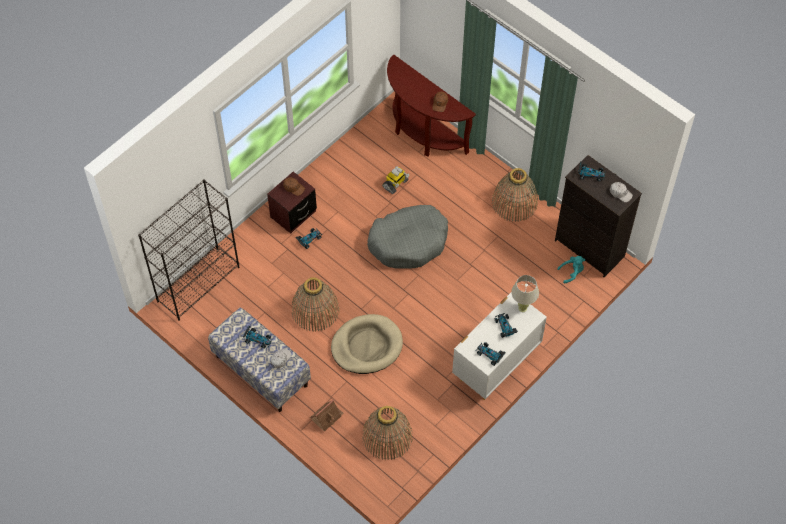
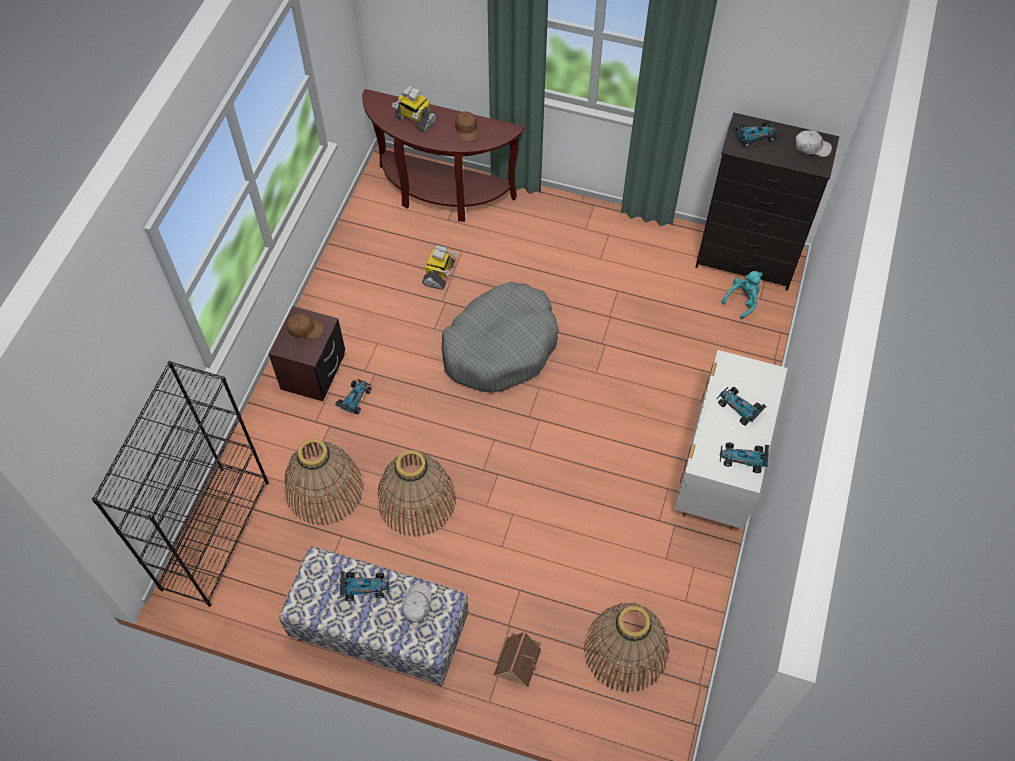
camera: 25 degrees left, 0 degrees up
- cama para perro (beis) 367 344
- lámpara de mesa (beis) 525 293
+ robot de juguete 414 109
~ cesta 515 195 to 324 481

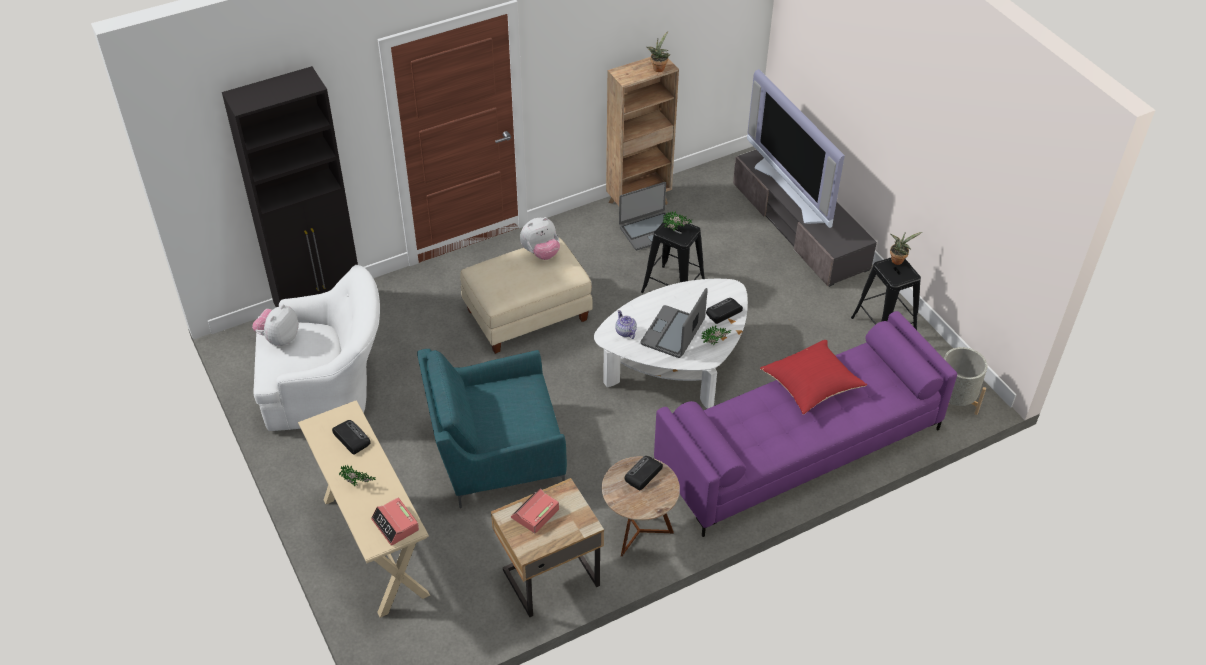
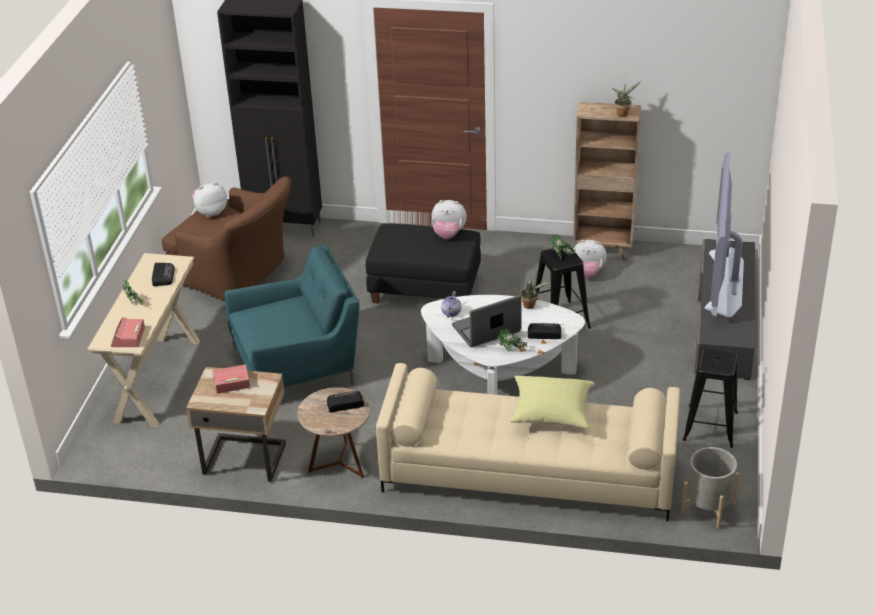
camera: 40 degrees right, 10 degrees down
~ planta en maceta 906 248 to 534 292
~ portátil 650 216 to peluche 590 259
~ sillón (blanco) 316 348 to sillón (marrón) 226 238
~ puf (beis) 526 295 to puf (negro) 423 263
~ sofá (morado) 805 424 to sofá (beis) 528 442
~ cojín (rojo) 813 377 to cojín (amarillo) 552 402
~ sillón (turquesa) 492 428 = 292 316 135 degrees clockwise

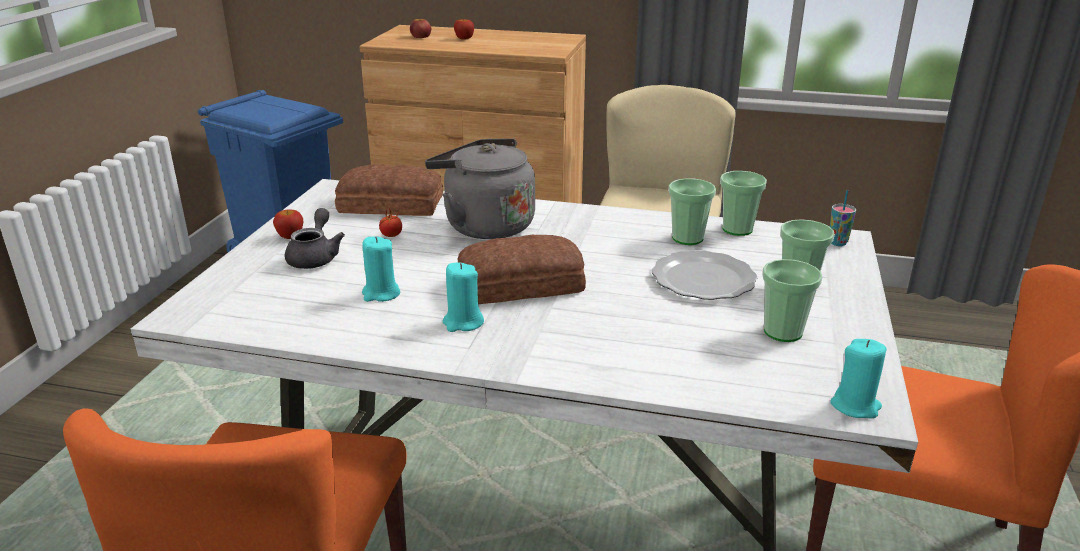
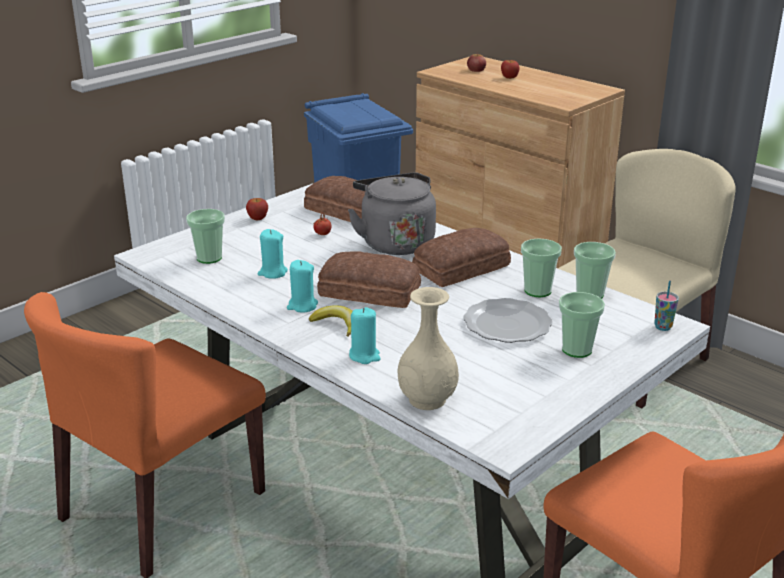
camera: 30 degrees right, 0 degrees up
- tetera (gris) 315 238
+ plátano 330 320
+ florero (beis) 428 348
+ pan 461 257
~ taza 792 300 to 205 236
~ vela (turquesa) 858 379 to 364 335

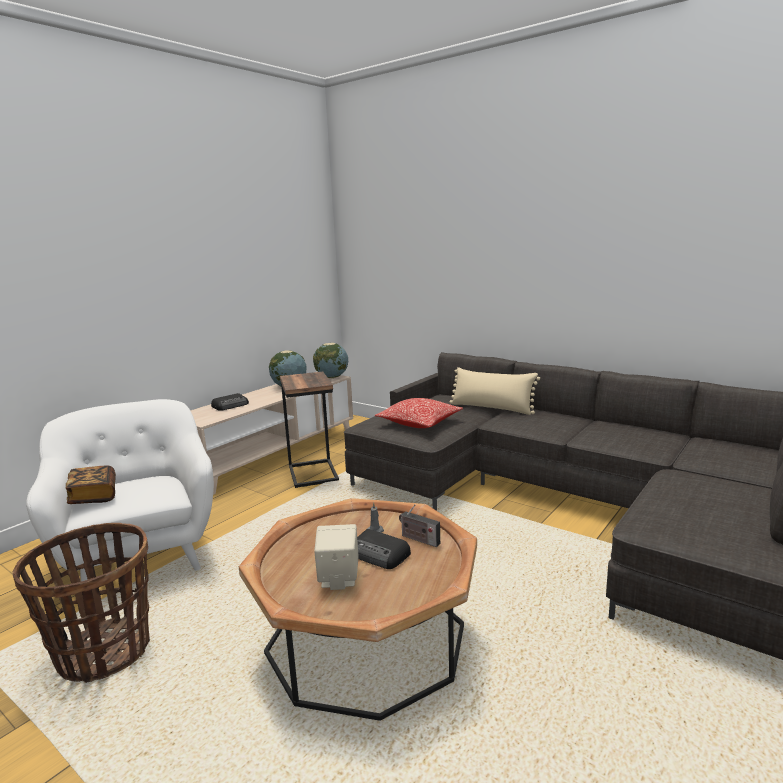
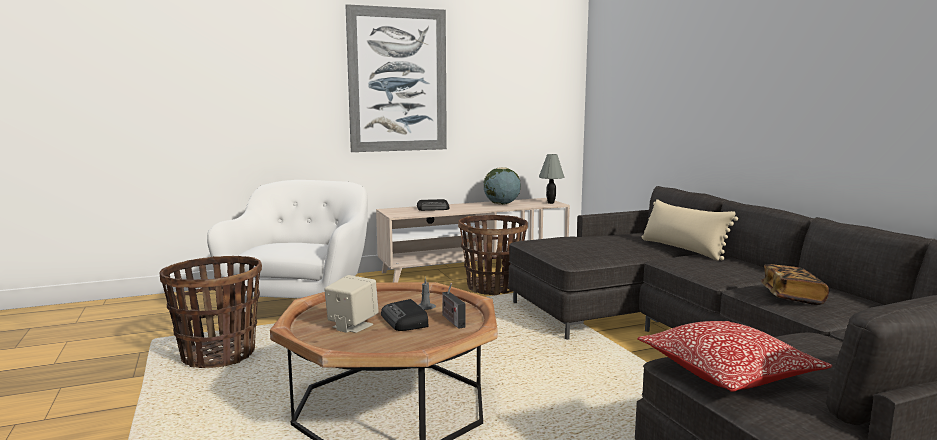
camera: 30 degrees right, 5 degrees down
+ cuadro 396 78
~ libro 90 485 to 795 284
~ cojín 419 413 to 734 356
~ mesa auxiliar 309 430 to cesta 493 255
~ globo terráqueo 330 360 to lámpara de mesa (gris) 552 179

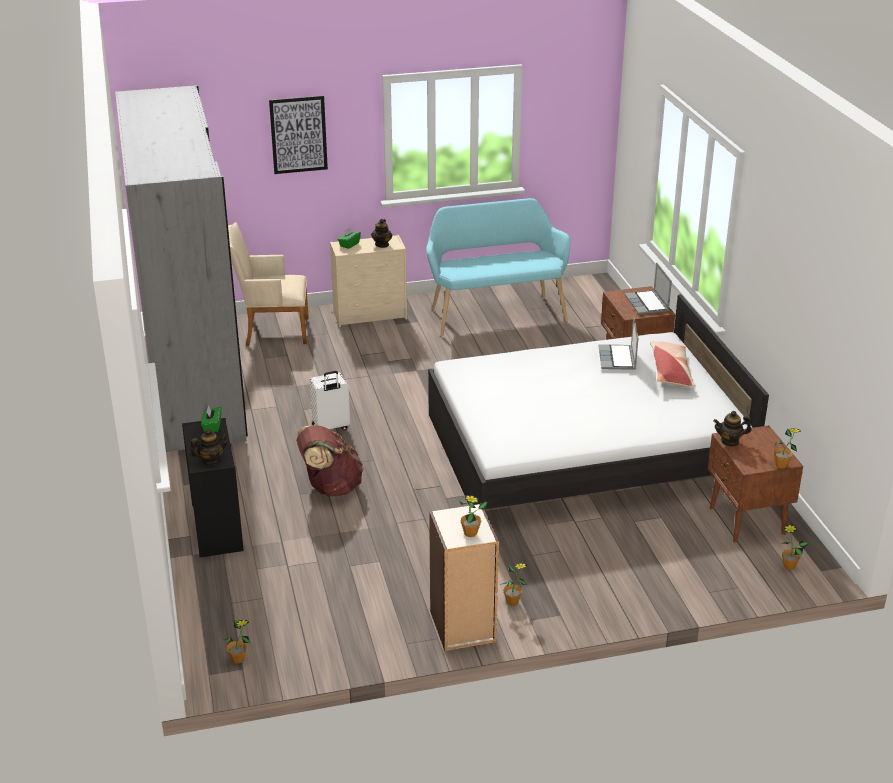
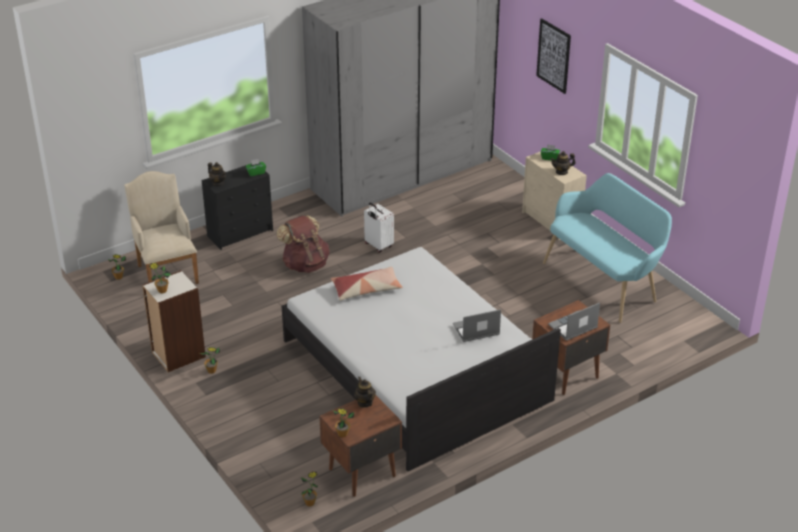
camera: 70 degrees right, 5 degrees up
~ sillón (beis) 268 284 to 161 227
~ cojín 673 364 to 367 284

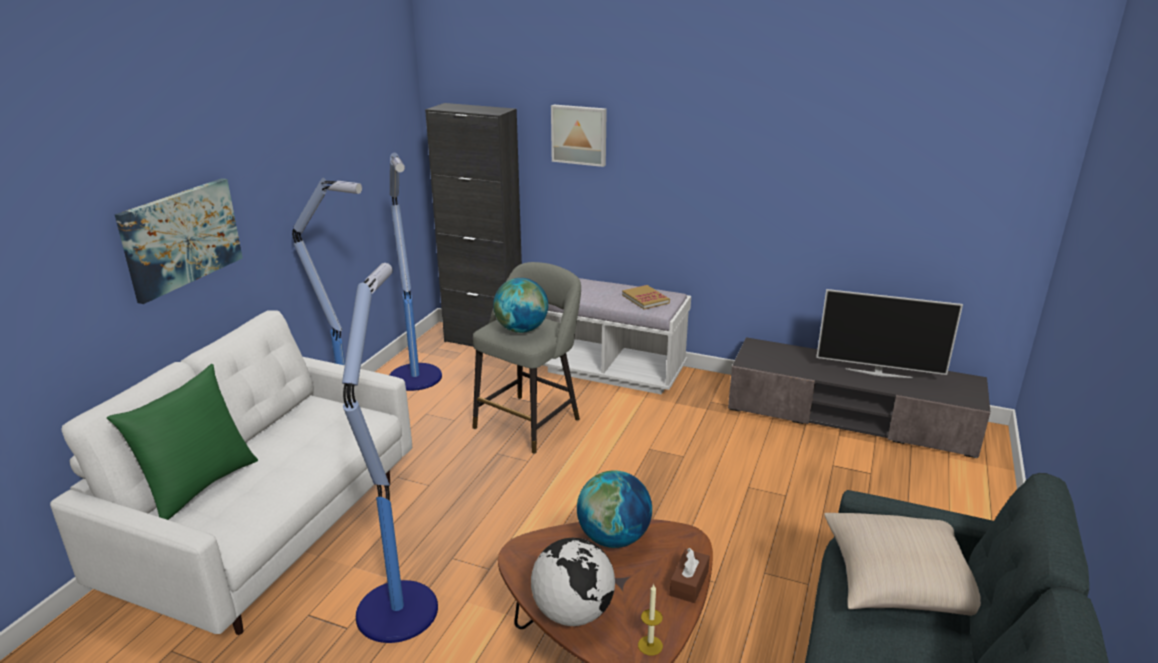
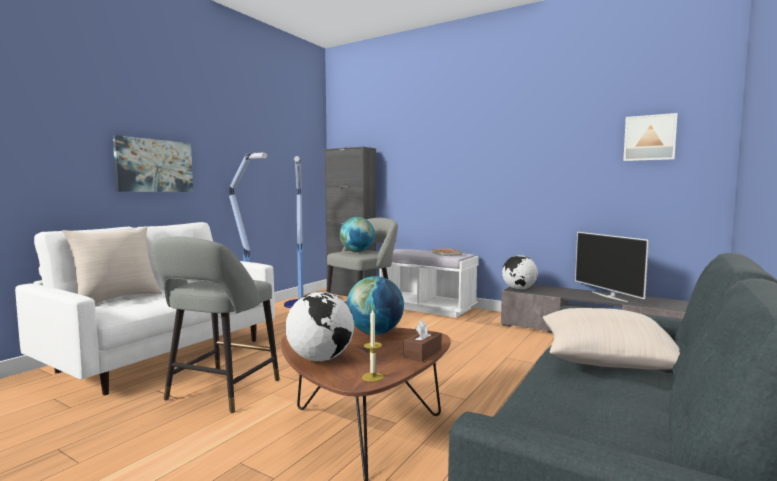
camera: 10 degrees right, 20 degrees down
+ globo terráqueo 520 272
~ cuadro 579 136 to 650 137
~ lámpara de pie 390 453 to taburete (gris) 216 325
~ cojín (verde) 182 442 to cojín (beis) 112 264
~ televisor 889 333 = 612 267 45 degrees clockwise

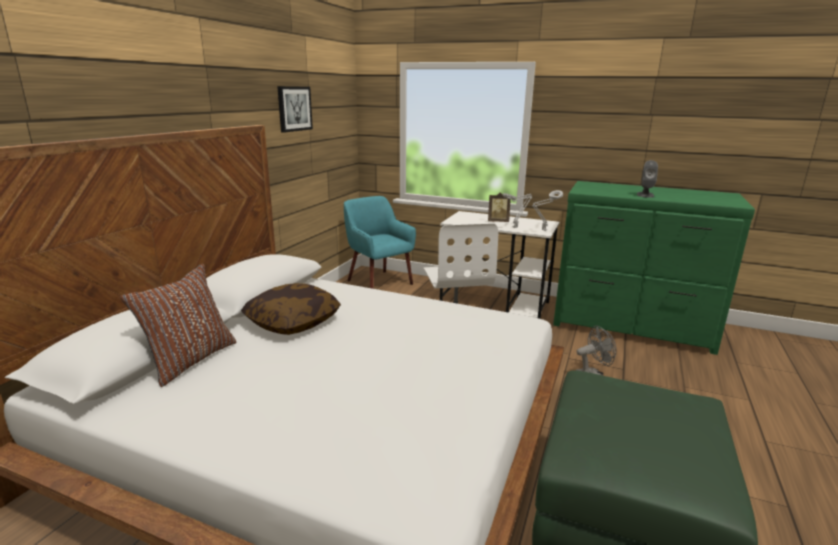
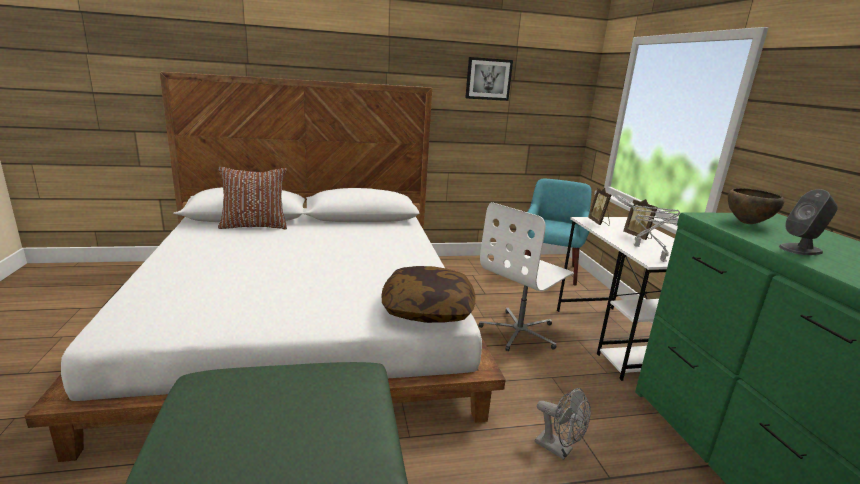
camera: 55 degrees right, 0 degrees up
+ portarretratos 599 206
+ cuenco (marrón) 756 206
~ cojín 291 309 to 428 294

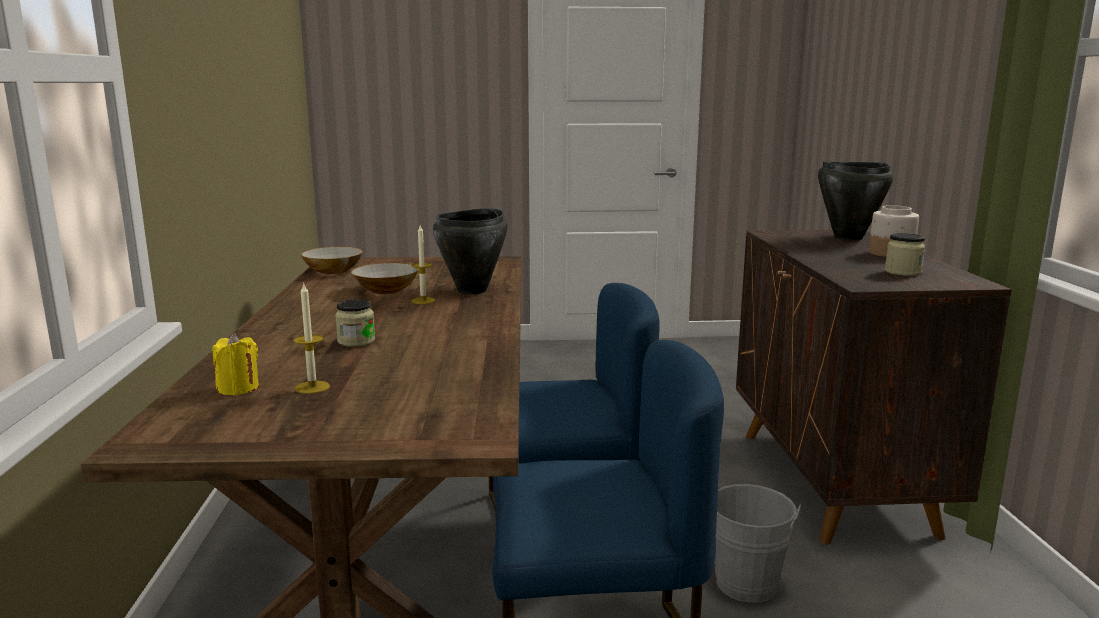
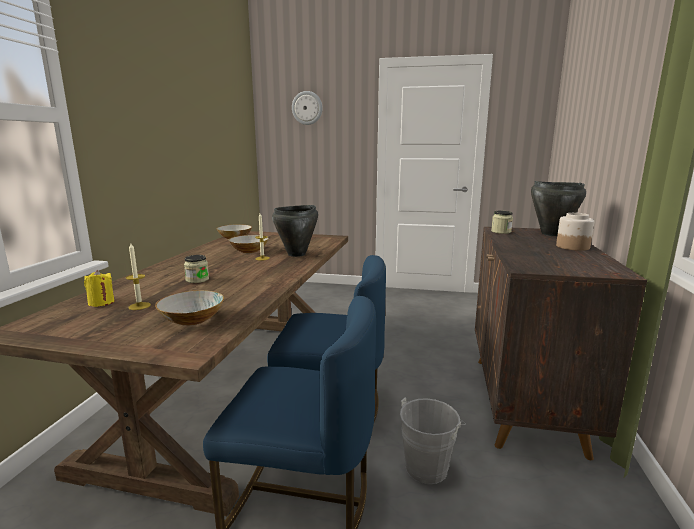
camera: 15 degrees right, 0 degrees up
+ cuenco 189 308
+ reloj de pared 307 108
~ tarro 905 254 to 502 222

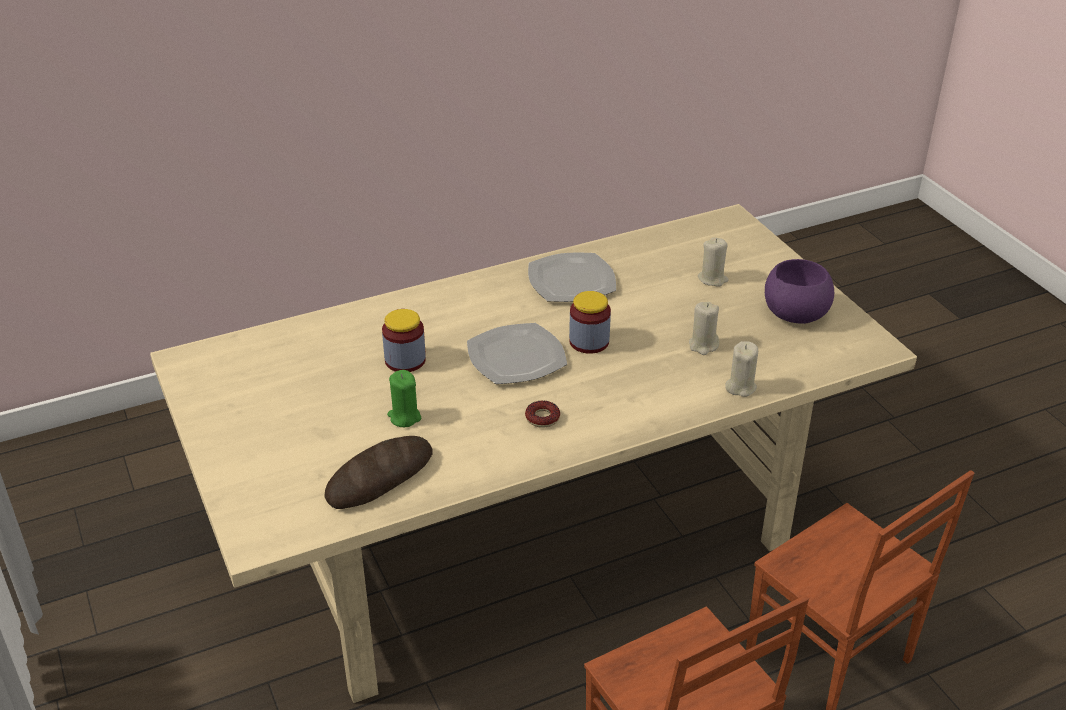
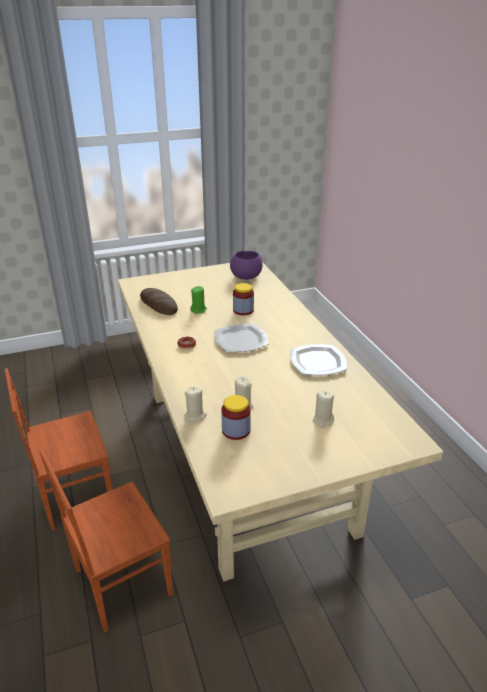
camera: 95 degrees right, 5 degrees down
~ tarro 590 322 to 236 417
~ cuenco (morado) 799 291 to 246 265

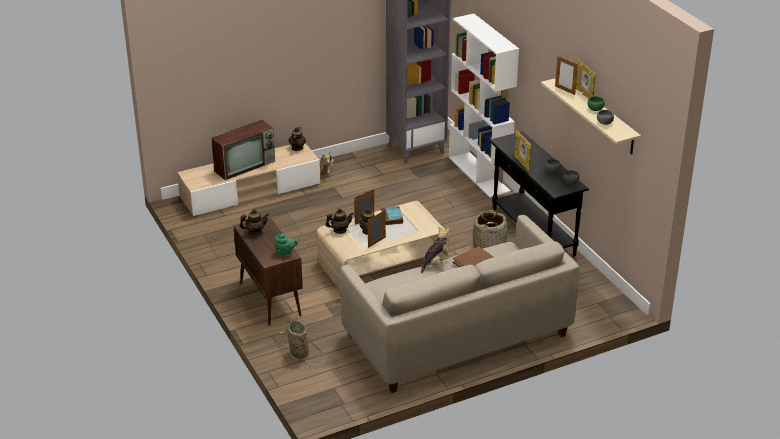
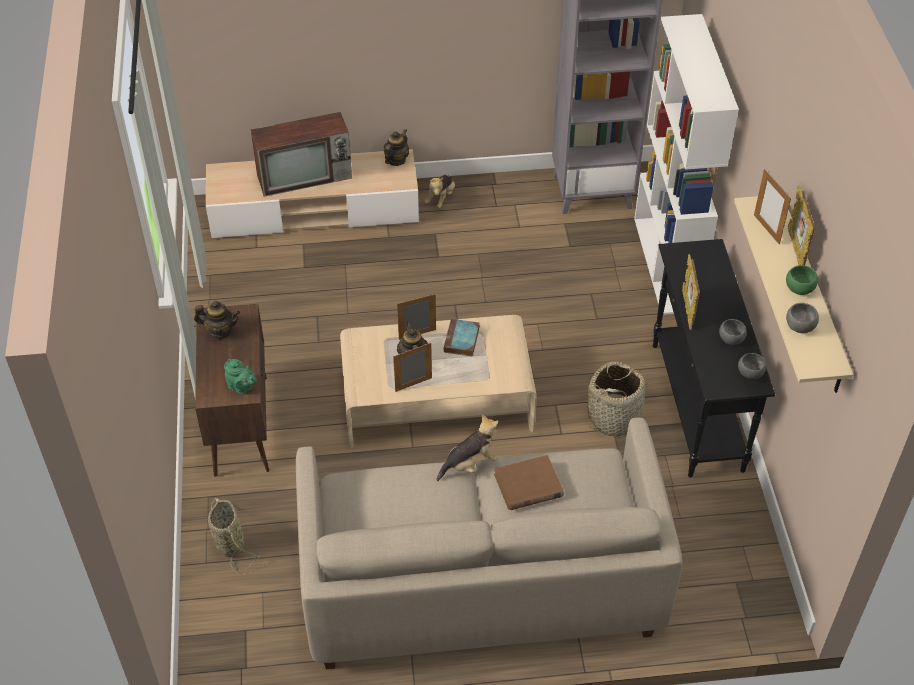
camera: 20 degrees right, 15 degrees up
- tetera 339 221

